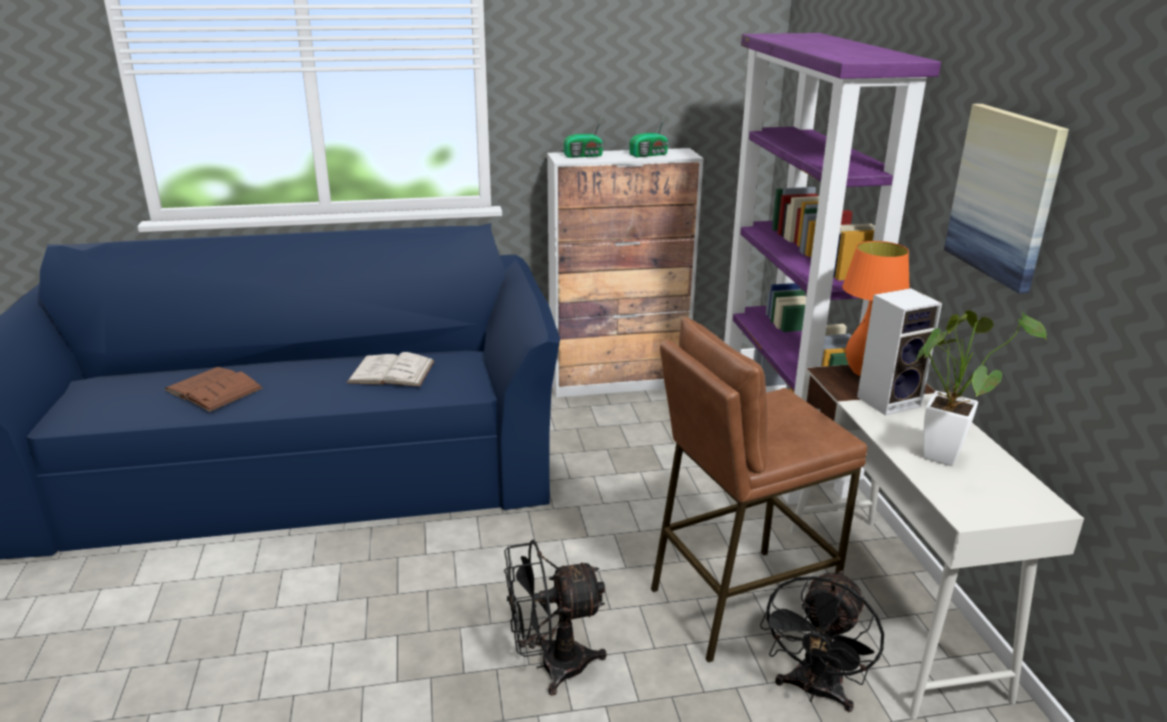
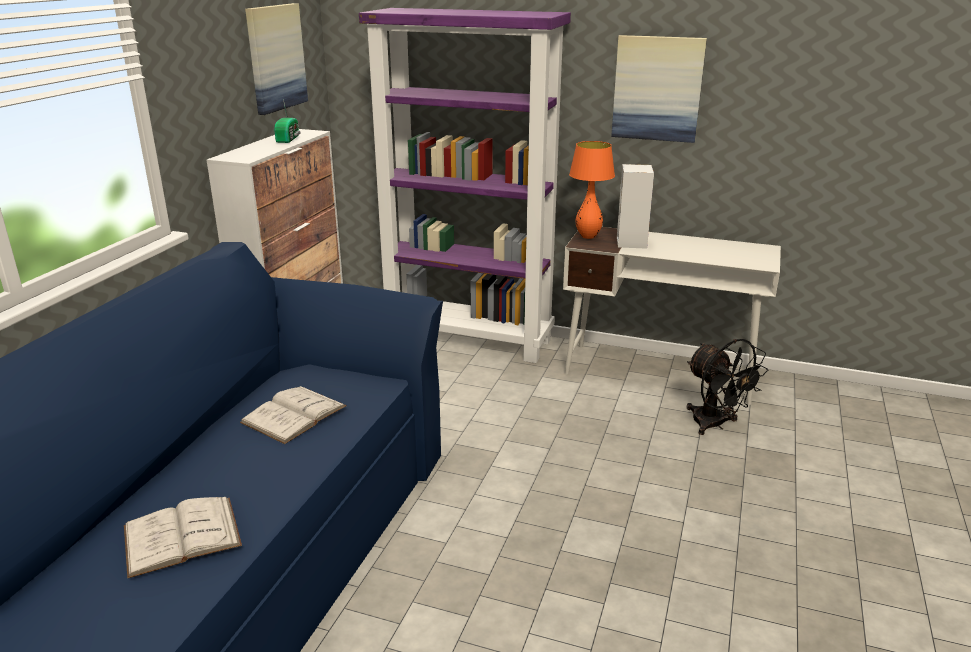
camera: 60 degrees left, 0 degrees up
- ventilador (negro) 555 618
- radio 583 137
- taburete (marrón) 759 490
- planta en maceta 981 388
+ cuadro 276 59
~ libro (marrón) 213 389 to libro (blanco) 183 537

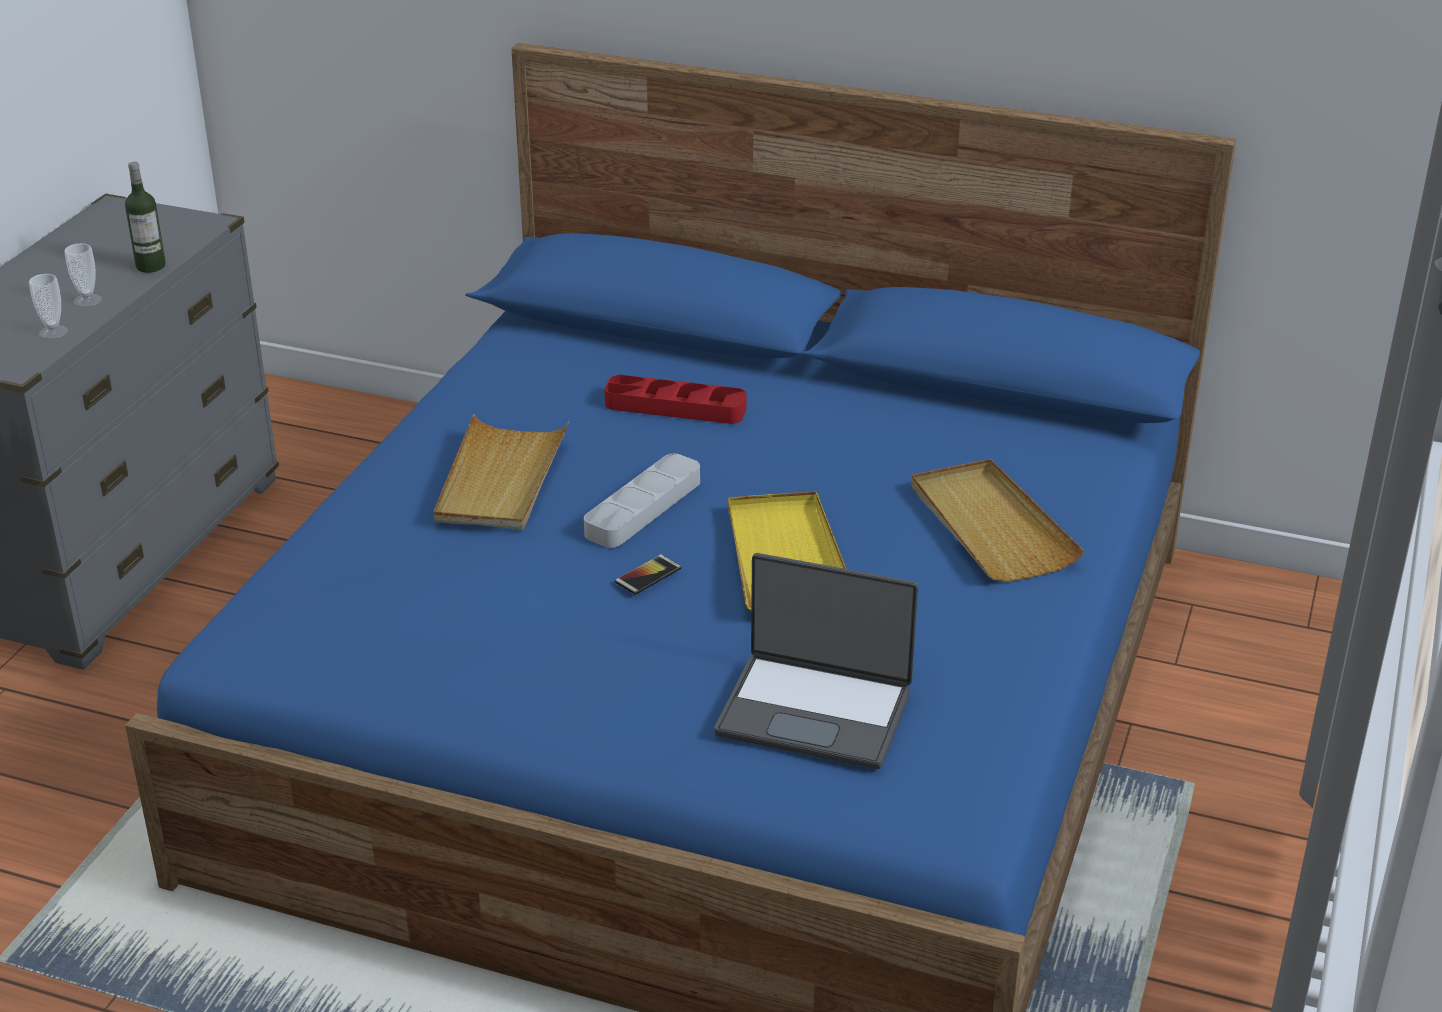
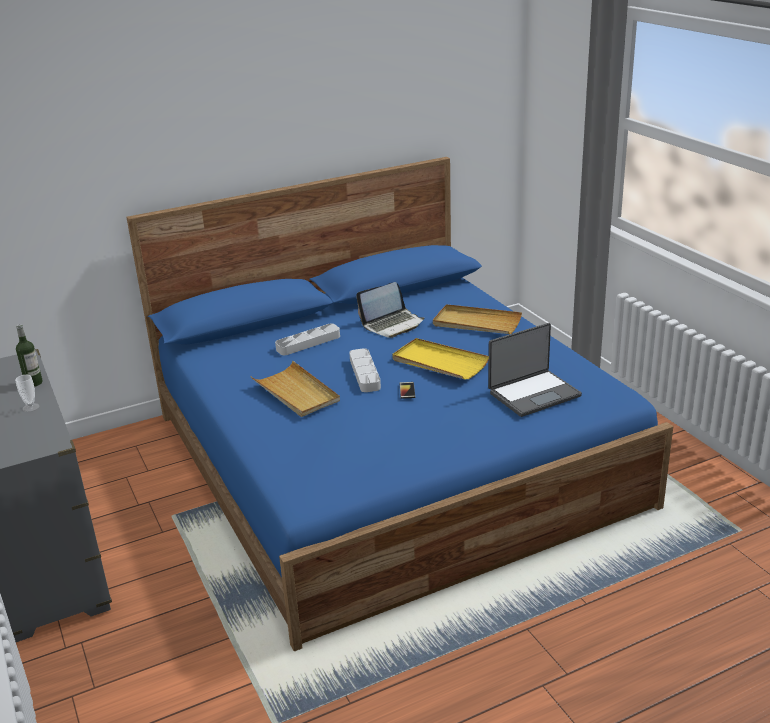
camera: 45 degrees left, 5 degrees down
- taza 48 306
+ portátil 390 310
~ bandeja (rojo) 675 399 to bandeja (gris) 307 339

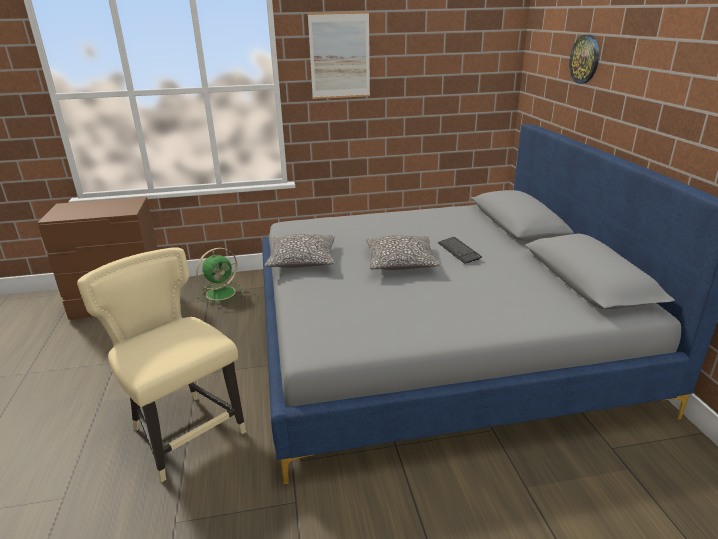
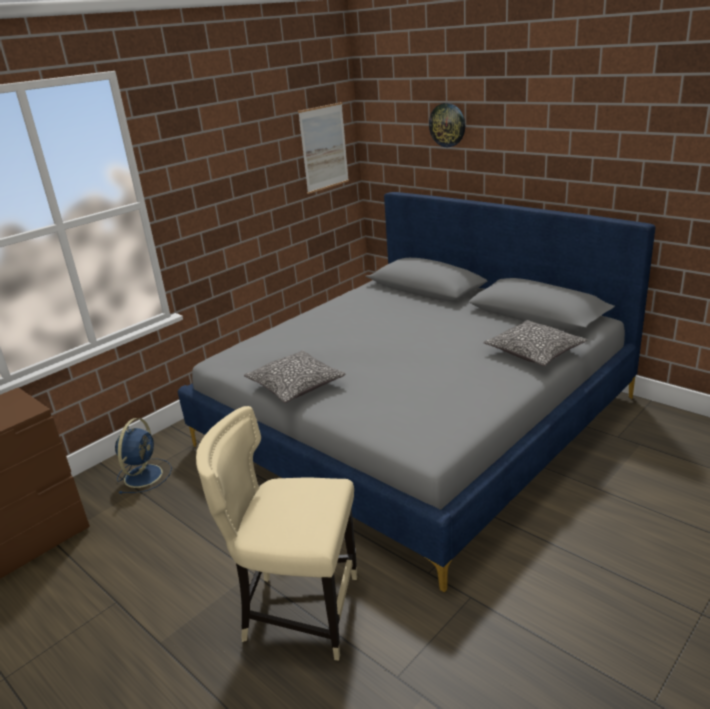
camera: 35 degrees left, 0 degrees up
- teclado 460 250
~ cuadro 339 55 to 323 148
~ cojín 403 252 to 536 343
~ ventilador (verde) 219 276 to ventilador (azul) 143 456

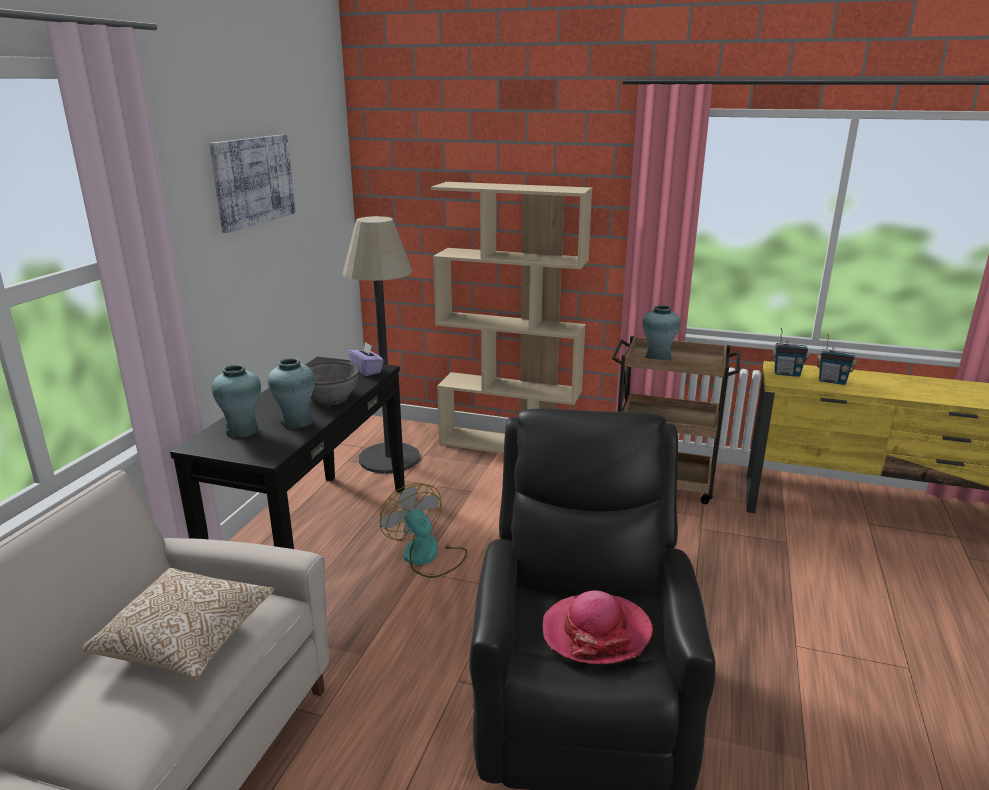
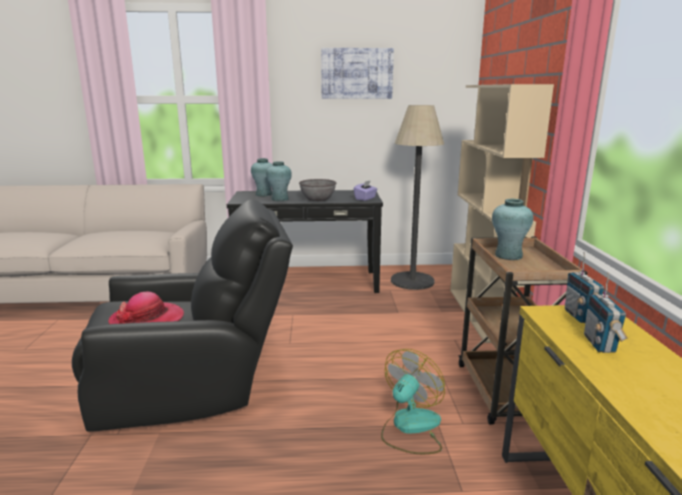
camera: 70 degrees right, 5 degrees down
- cojín 178 624
~ ventilador 423 530 to 413 401

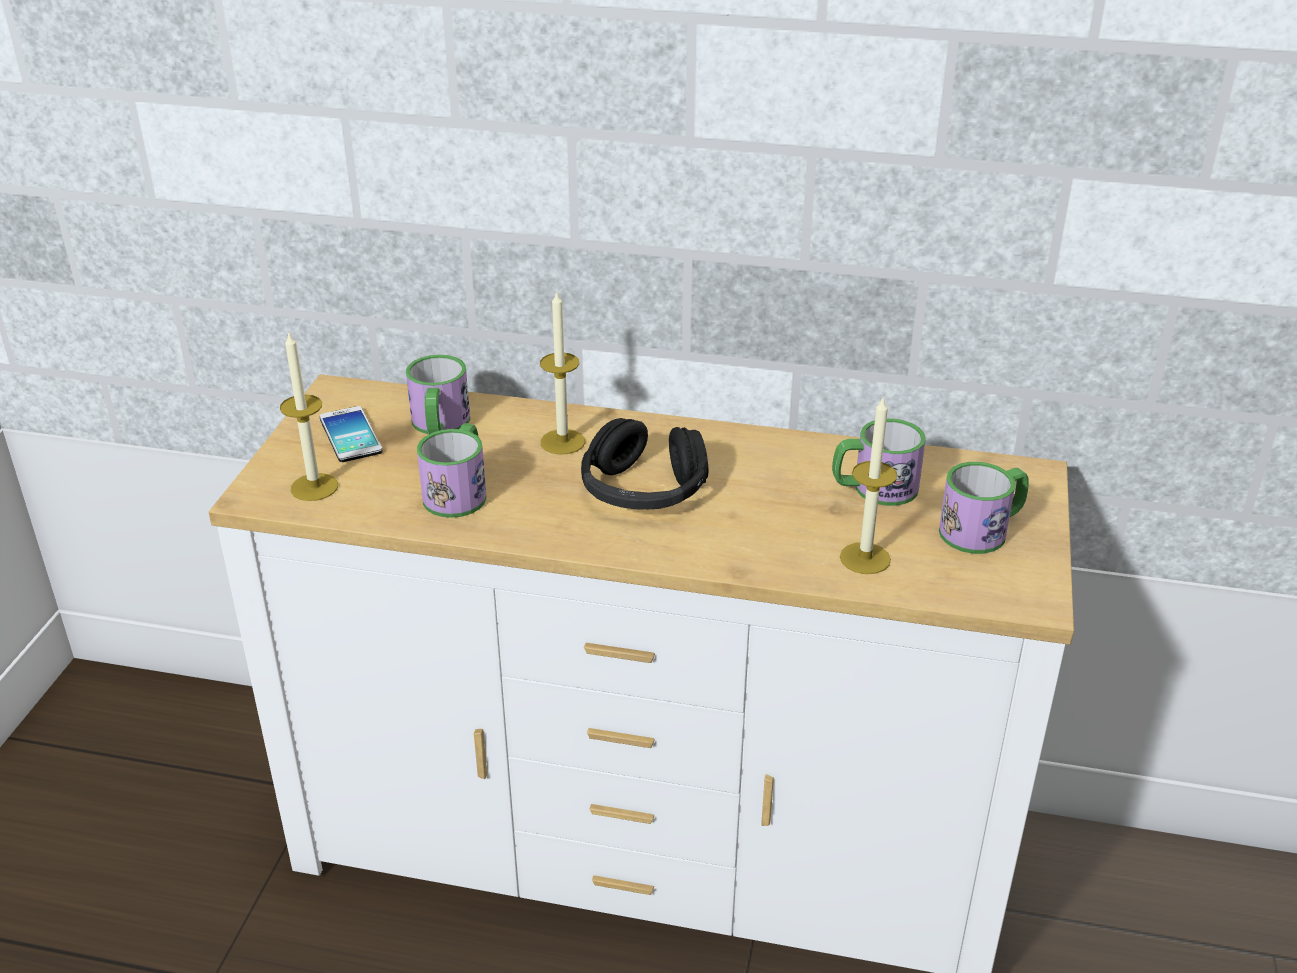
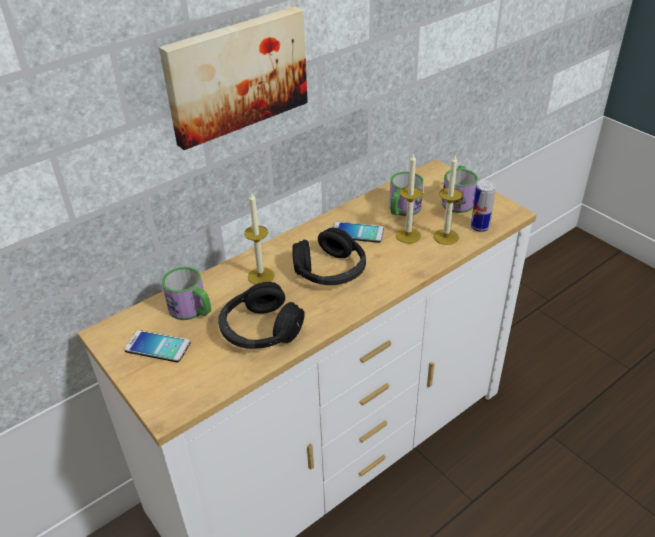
camera: 50 degrees left, 5 degrees up
+ cuadro 233 78
+ móvil 358 232
+ lata 483 206
~ vela 309 416 to 409 198
~ taza grande 452 470 to auriculares (negro) 261 315

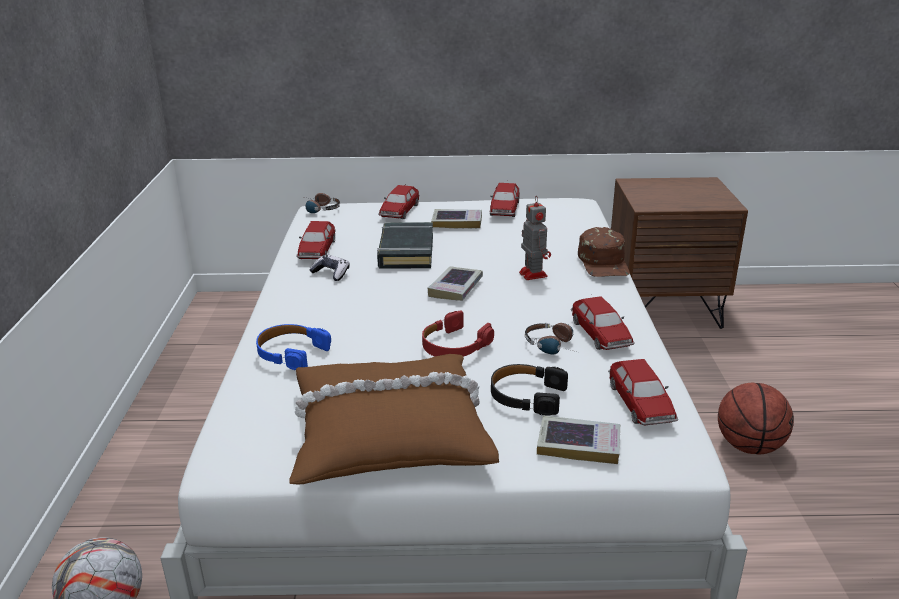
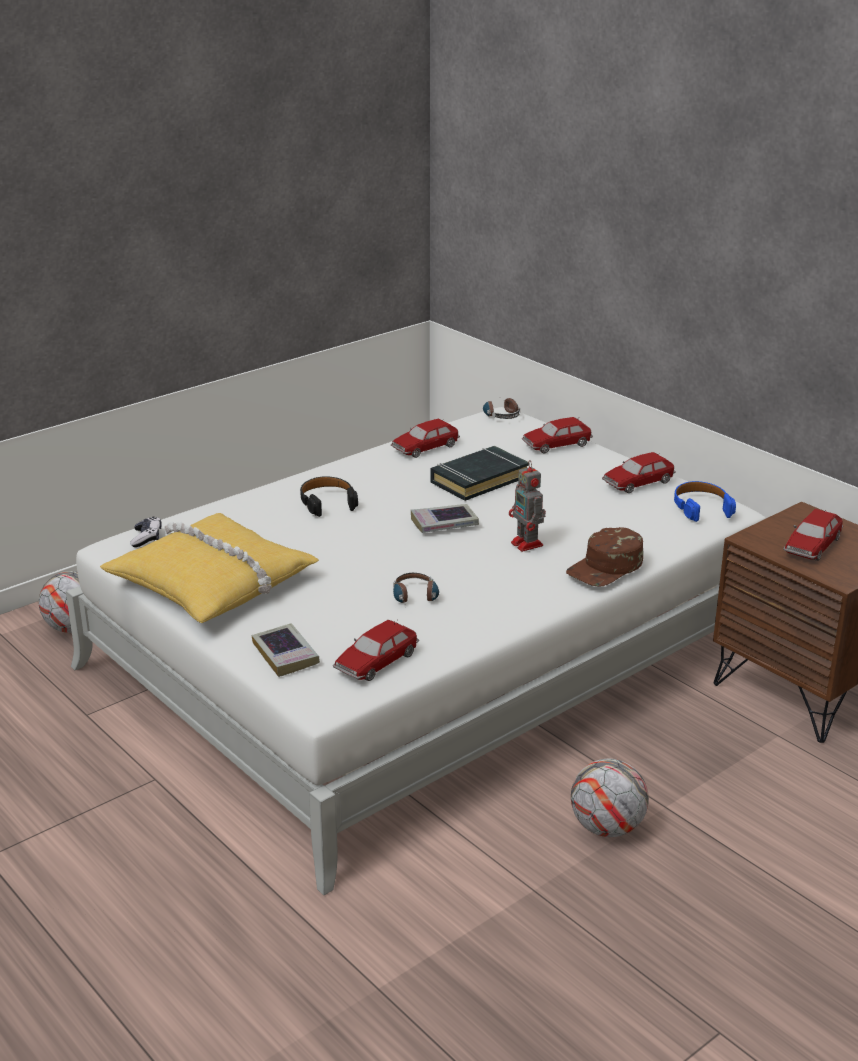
camera: 50 degrees right, 0 degrees up
- auriculares (rojo) 458 333
- libro 456 218
~ auriculares (azul) 293 347 to 705 501
~ mando de consola 329 268 to 146 532
~ auriculares (negro) 529 390 to 329 496
~ coche de juguete 603 323 to 813 535
~ balón de baloncesto 756 418 to balón de fútbol 610 798
~ cojín (marrón) 394 419 to cojín (amarillo) 209 568
~ robot de juguete 535 237 = 527 506 120 degrees clockwise

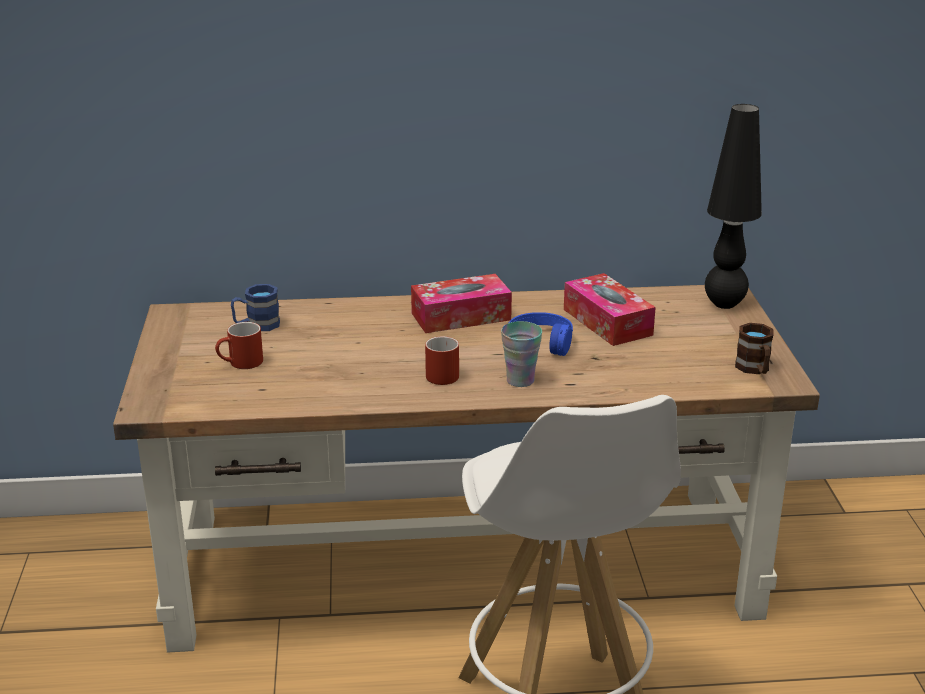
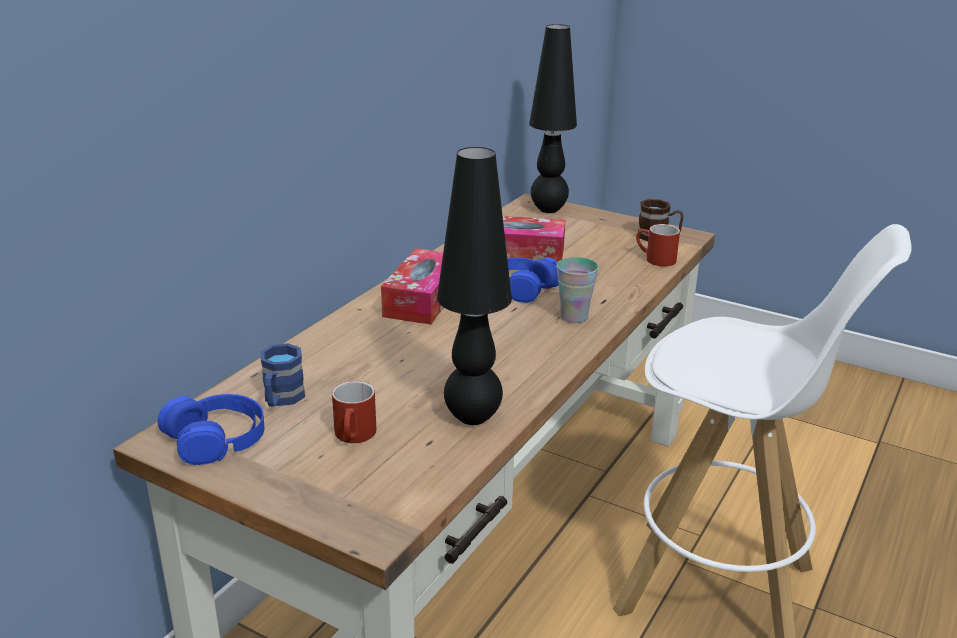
camera: 55 degrees left, 0 degrees up
+ auriculares (azul) 211 429
+ lámpara de mesa (negro) 474 286
~ taza grande (rojo) 442 360 to 658 245

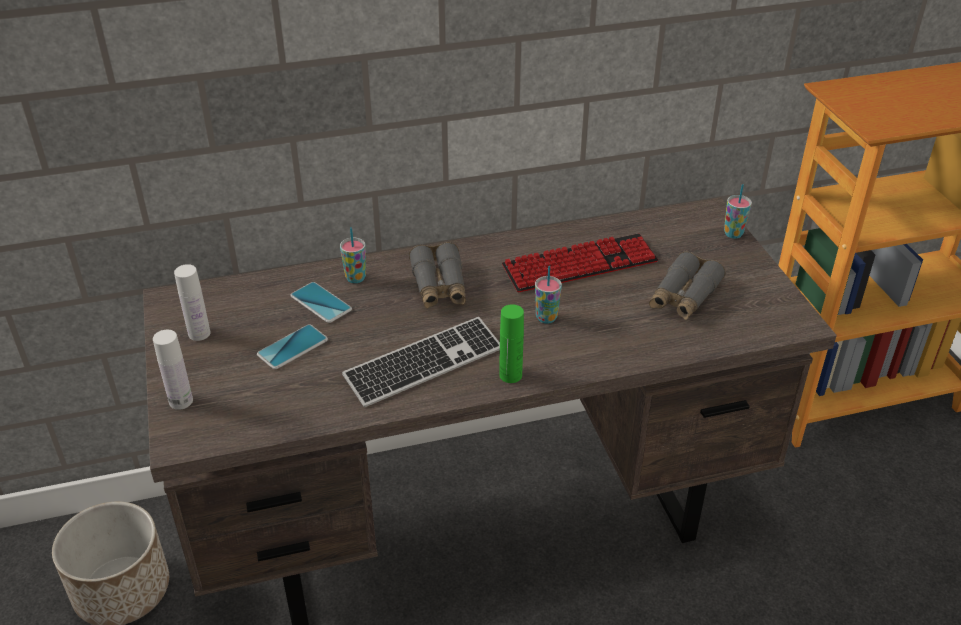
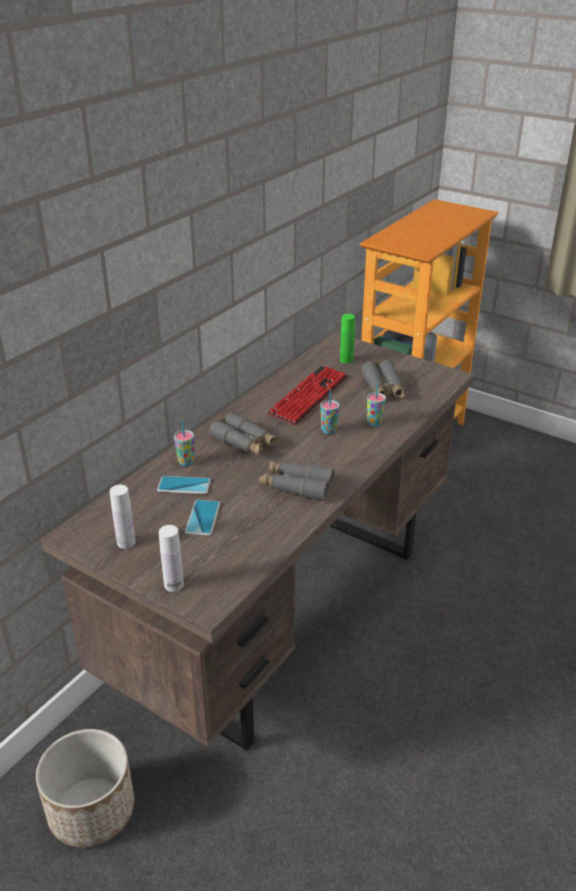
camera: 40 degrees left, 5 degrees down
~ botella (verde) 511 343 to 347 338
~ taza 738 211 to 376 405
~ teclado 421 362 to prismáticos (gris) 296 481

